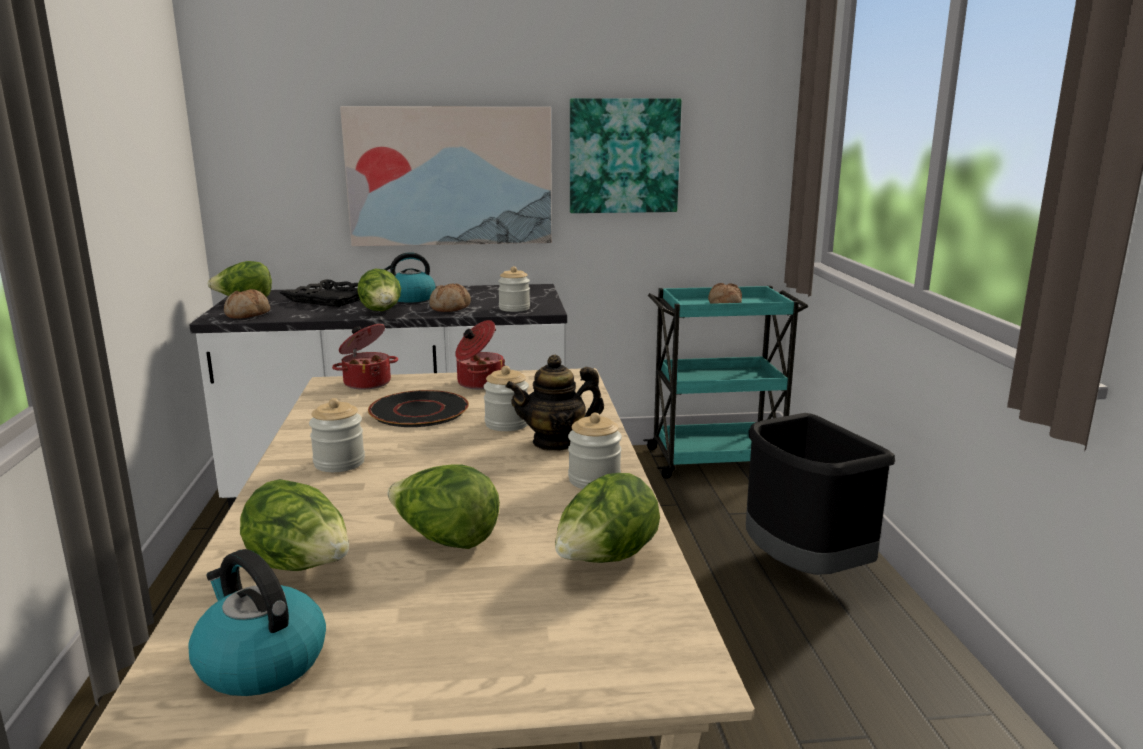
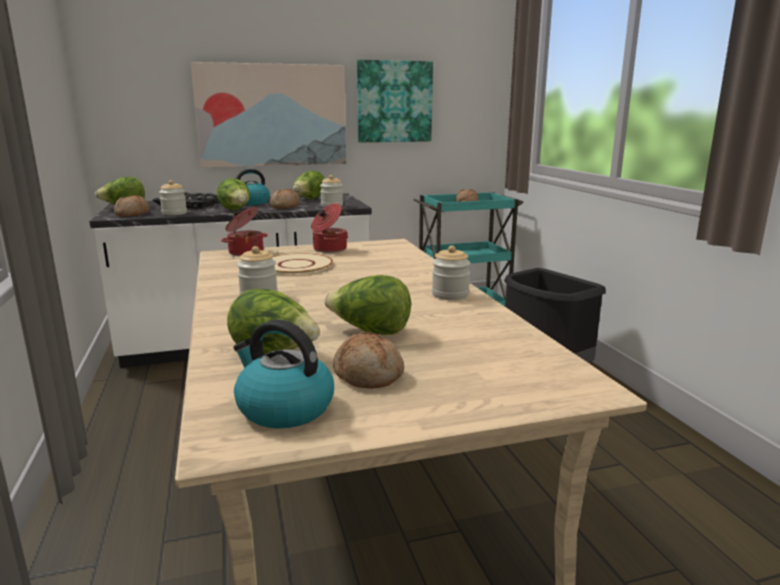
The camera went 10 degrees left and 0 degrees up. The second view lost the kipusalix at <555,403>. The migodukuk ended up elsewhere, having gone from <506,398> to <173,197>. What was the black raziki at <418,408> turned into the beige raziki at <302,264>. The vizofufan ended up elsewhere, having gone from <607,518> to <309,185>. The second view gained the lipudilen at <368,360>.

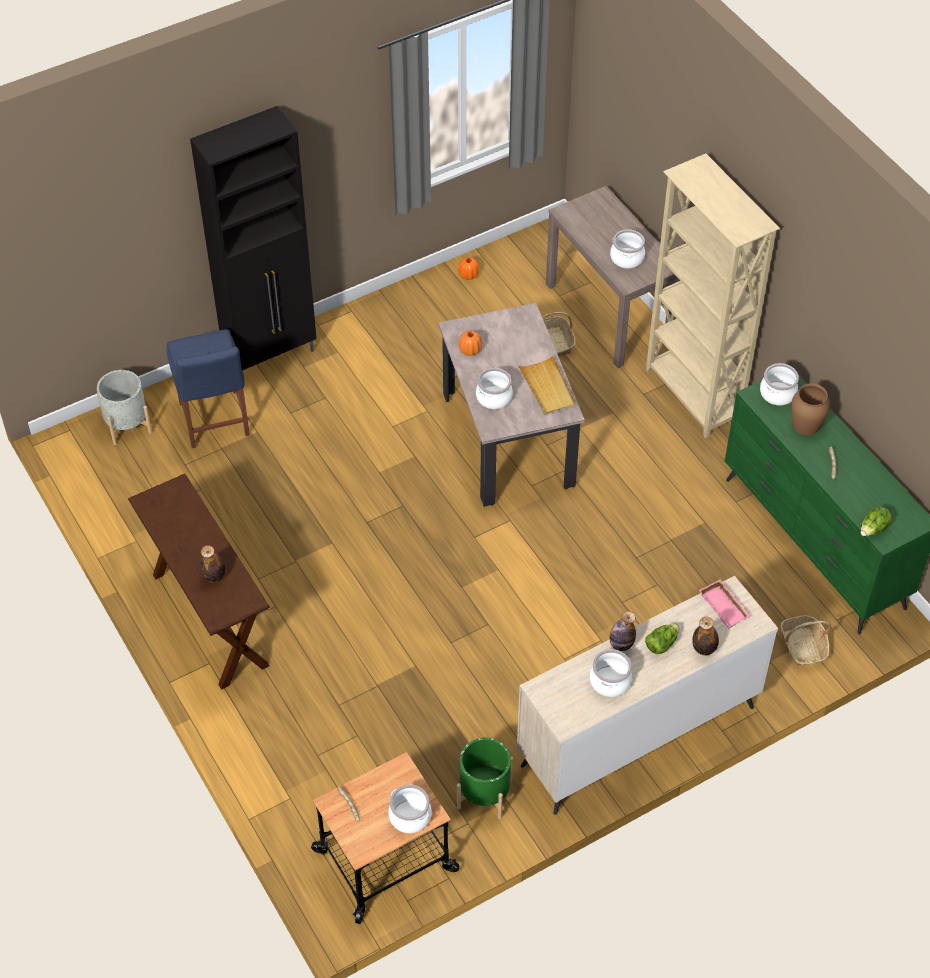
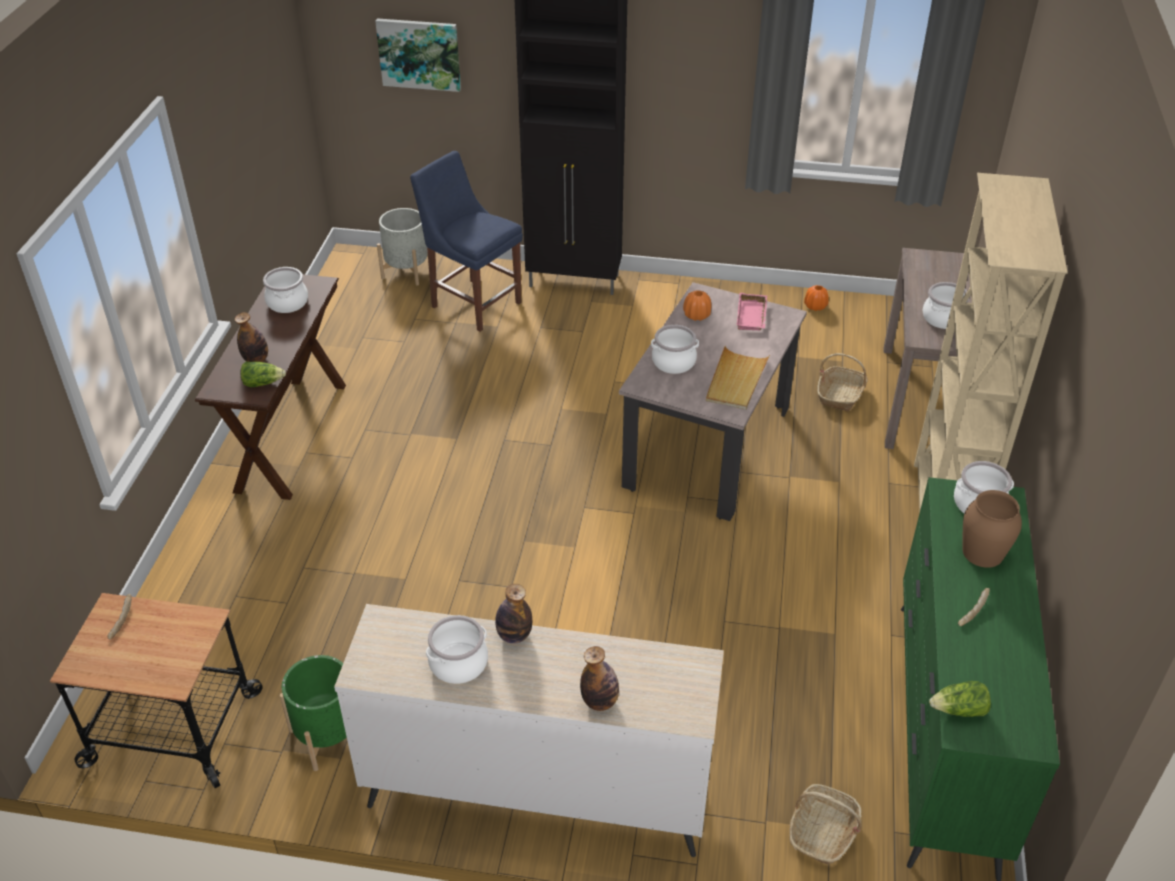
The camera went 40 degrees right and 10 degrees down. The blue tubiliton at <208,388> ended up facing another way, 105 degrees clockwise from before. The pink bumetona ended up elsewhere, having gone from <724,604> to <752,311>. The vizofufan ended up elsewhere, having gone from <662,639> to <263,374>. The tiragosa ended up elsewhere, having gone from <410,809> to <285,290>. The second view gained the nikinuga at <418,55>.

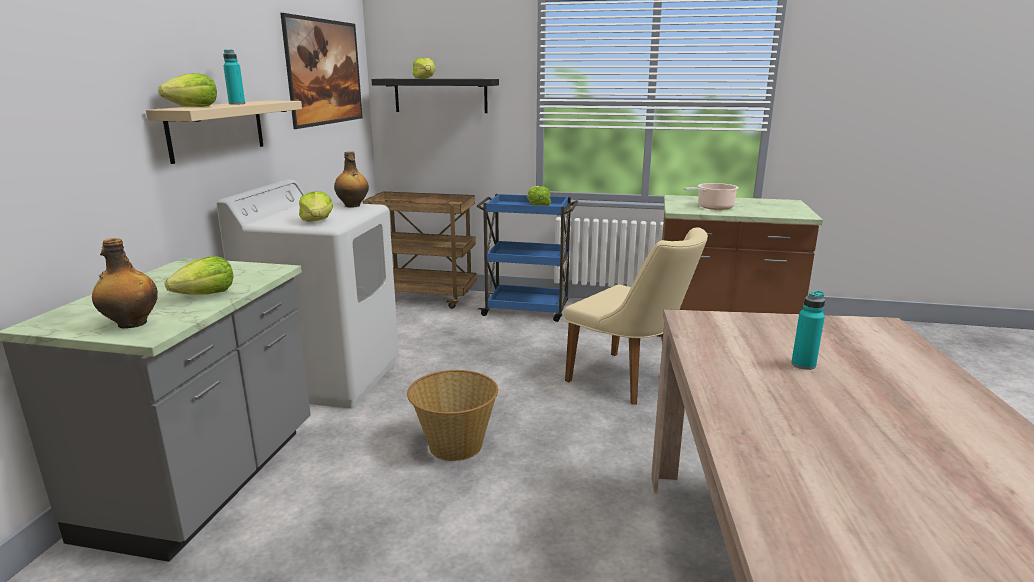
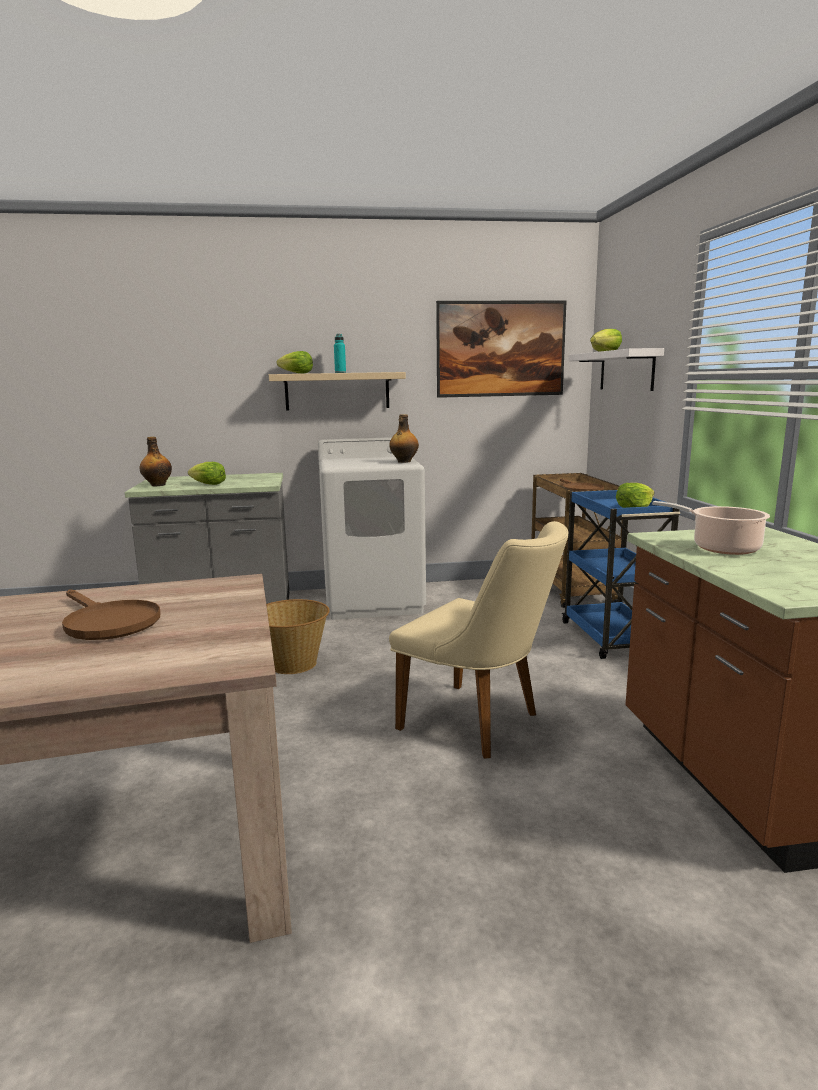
The camera went 70 degrees right and 5 degrees down. What was the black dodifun at <435,96> turned into the white dodifun at <616,369>. The second view lost the vizofufan at <316,206>. The beige tubiliton at <636,316> ended up facing another way, 75 degrees counterclockwise from before. Where the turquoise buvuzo stood at <808,330>, the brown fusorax came to stand at <111,615>.

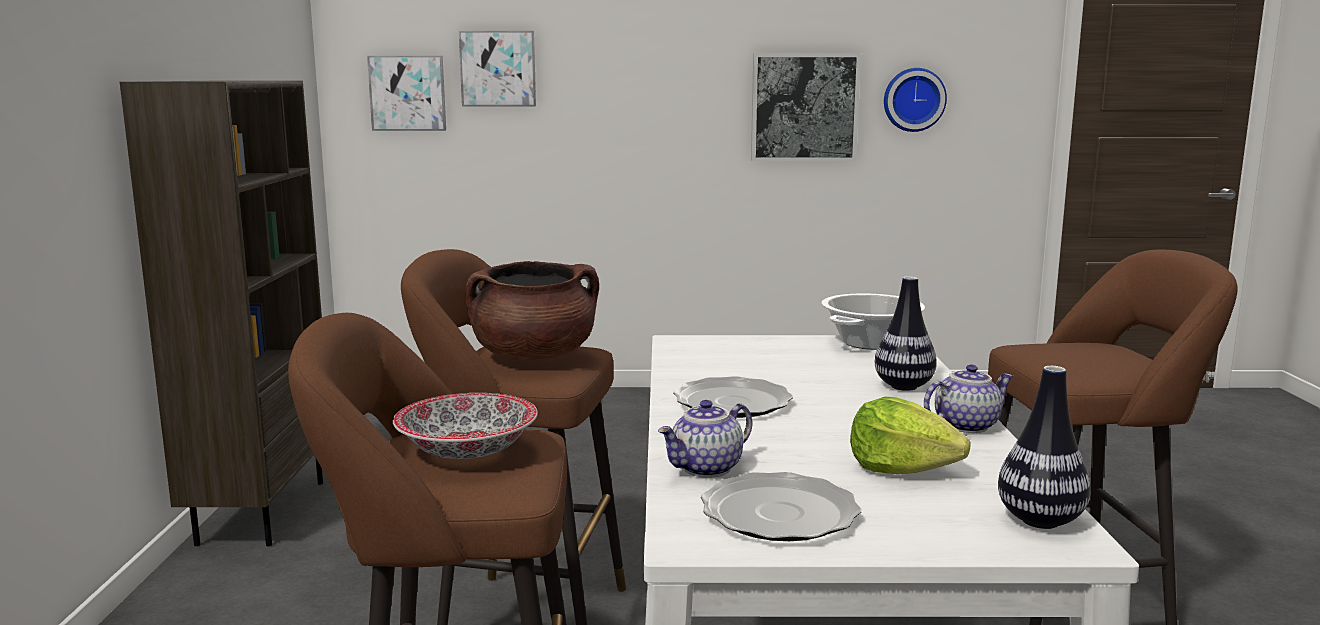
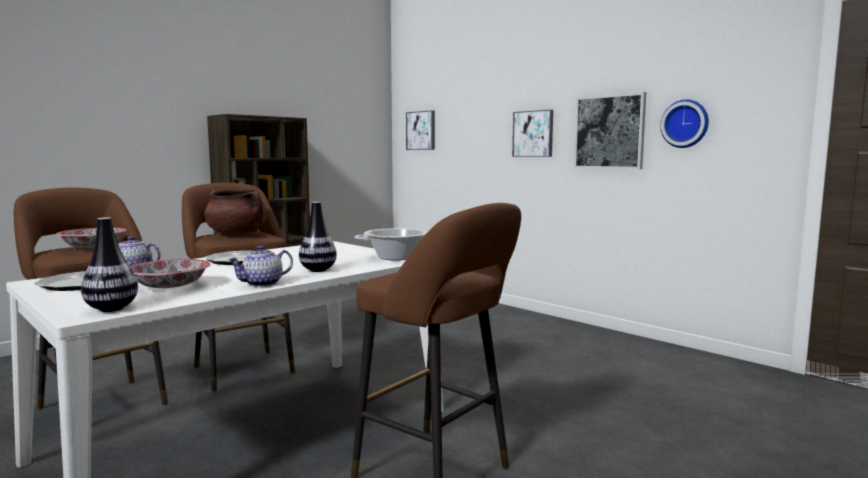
The camera went 45 degrees right and 5 degrees down. The nikinuga ended up elsewhere, having gone from <497,69> to <532,133>. The kipusalix at <968,398> ended up facing another way, 120 degrees clockwise from before. Where the vizofufan stood at <910,435>, the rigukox came to stand at <170,273>.

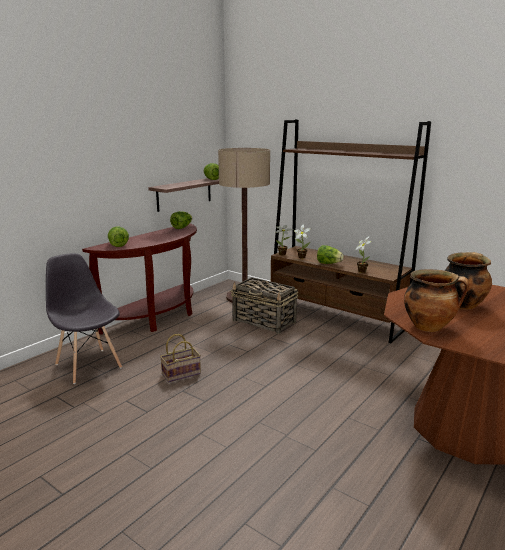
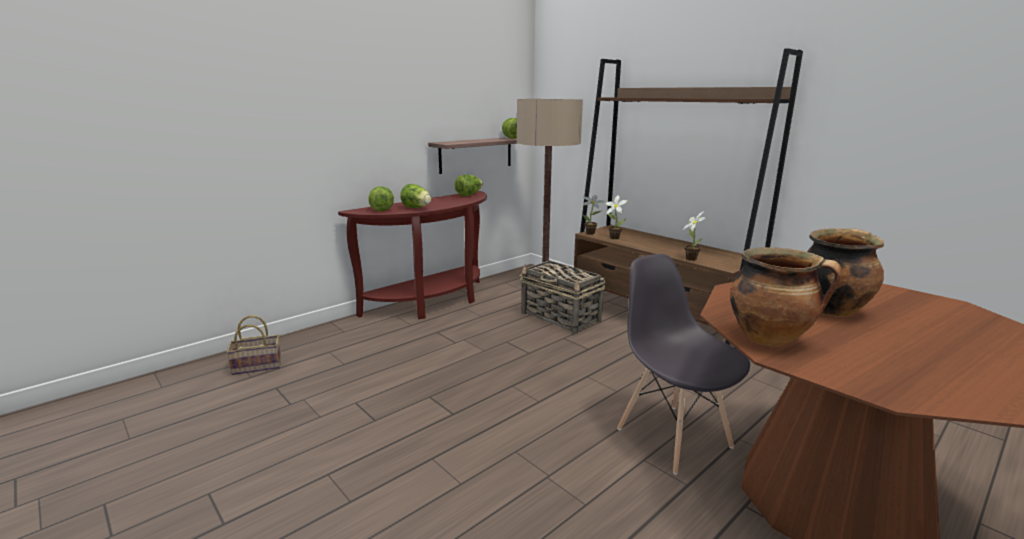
The camera went 10 degrees right and 0 degrees up. The vizofufan ended up elsewhere, having gone from <330,254> to <415,196>. The grey tubiliton ended up elsewhere, having gone from <84,318> to <683,364>. The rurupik ended up elsewhere, having gone from <180,358> to <253,345>.

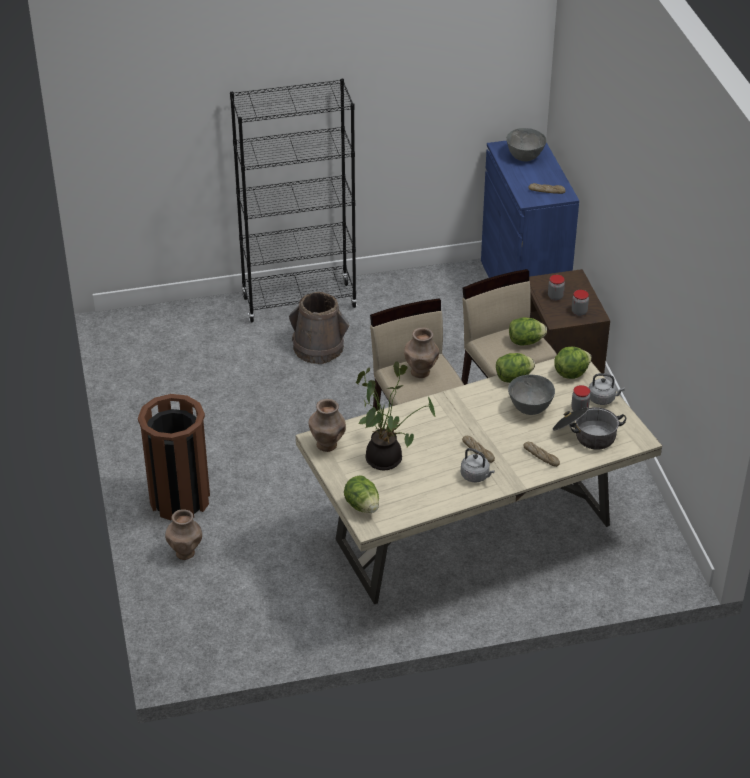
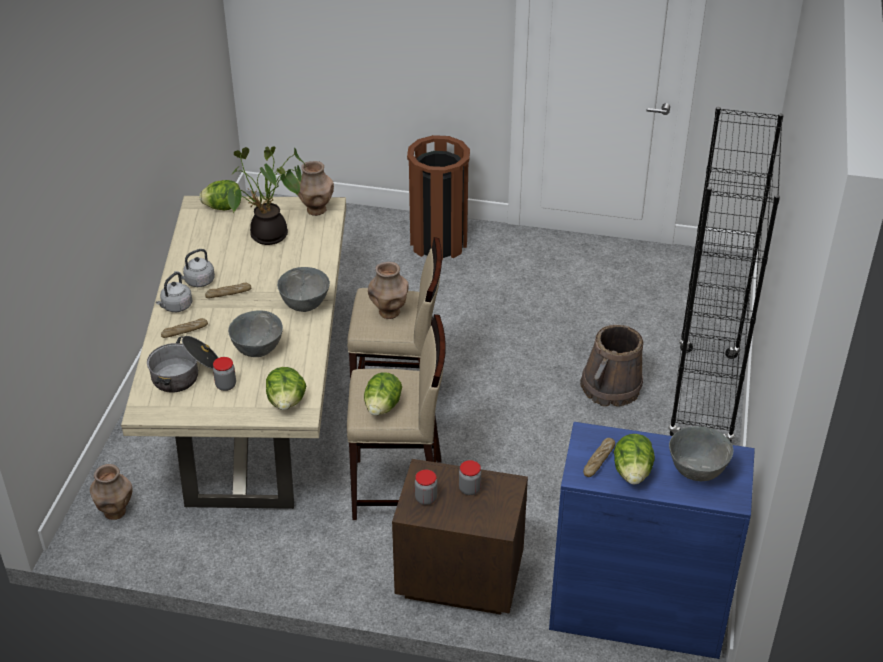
The camera went 115 degrees right and 0 degrees up. The vizofufan ended up elsewhere, having gone from <515,368> to <634,459>. The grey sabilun ended up elsewhere, having gone from <607,389> to <174,292>. The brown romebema ended up elsewhere, having gone from <183,534> to <111,492>. The second view gained the grey rigukox at <303,289>.

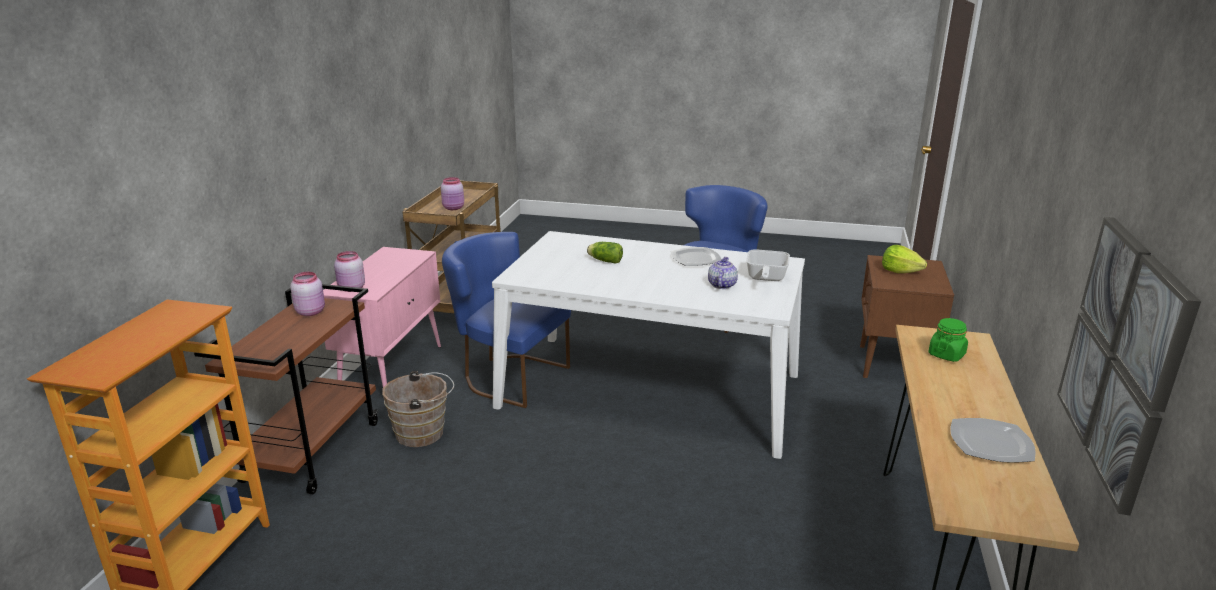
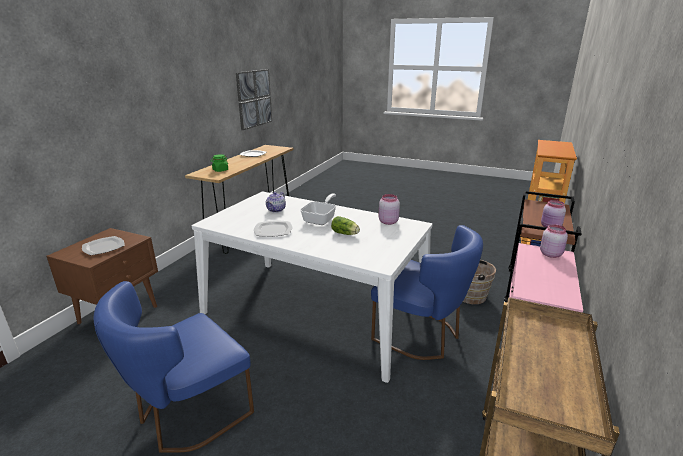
The camera went 170 degrees left and 0 degrees up. The pink migodukuk ended up elsewhere, having gone from <452,193> to <389,209>. Where the vizofufan stood at <904,259>, the raziki came to stand at <103,245>. The fusorax ended up elsewhere, having gone from <768,265> to <318,209>.

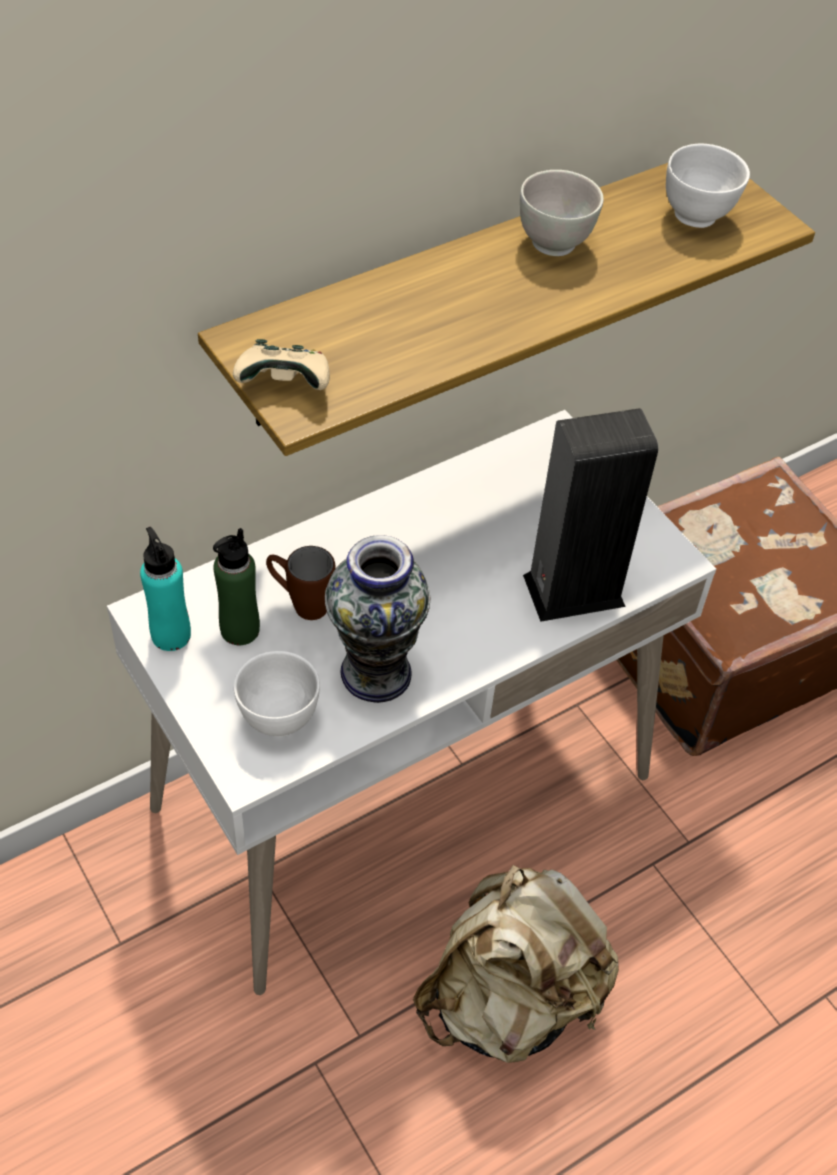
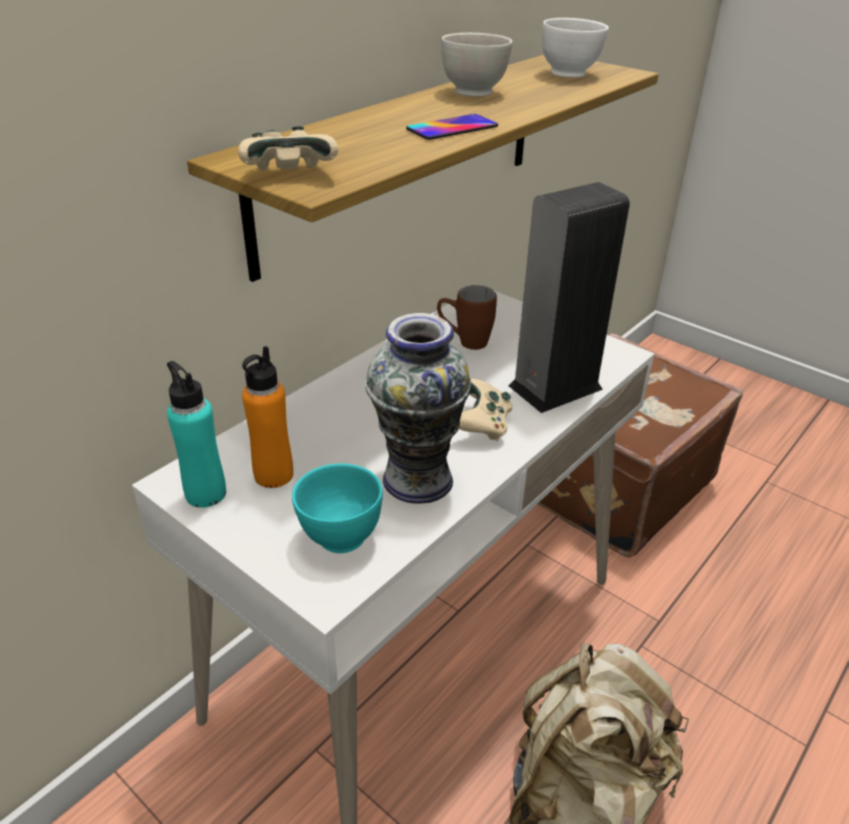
The camera went 15 degrees left and 15 degrees down. What was the green buvuzo at <236,586> turned into the orange buvuzo at <267,417>. The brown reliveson ended up elsewhere, having gone from <301,583> to <467,317>. What was the white rigukox at <277,694> turned into the turquoise rigukox at <337,508>. The second view gained the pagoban at <452,127>. The second view gained the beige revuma at <485,410>.

